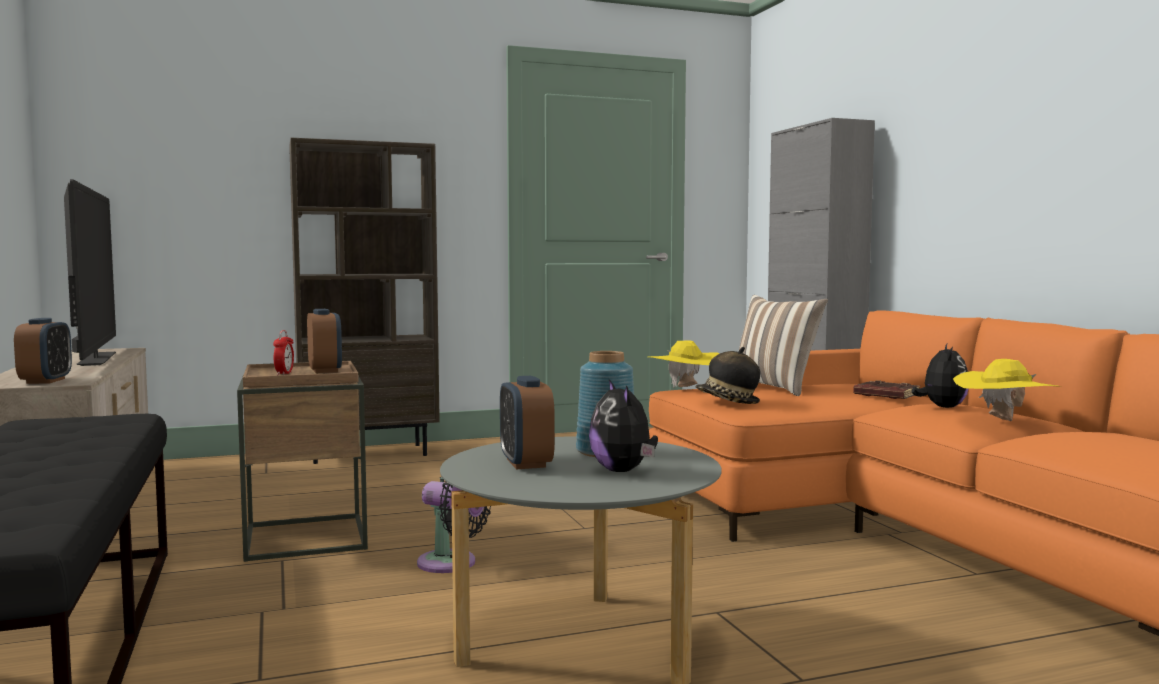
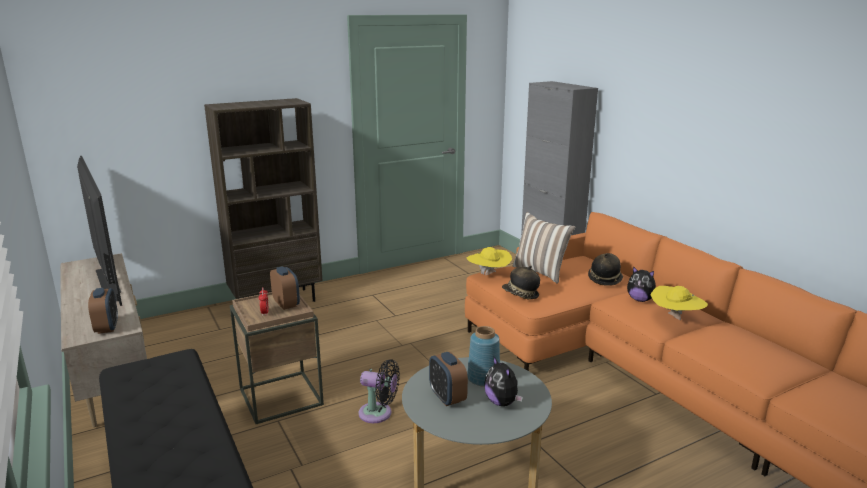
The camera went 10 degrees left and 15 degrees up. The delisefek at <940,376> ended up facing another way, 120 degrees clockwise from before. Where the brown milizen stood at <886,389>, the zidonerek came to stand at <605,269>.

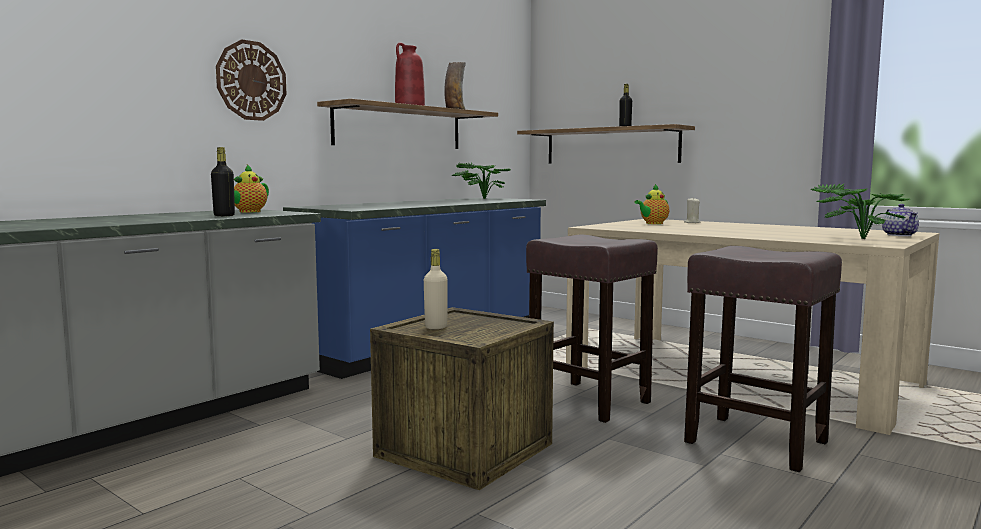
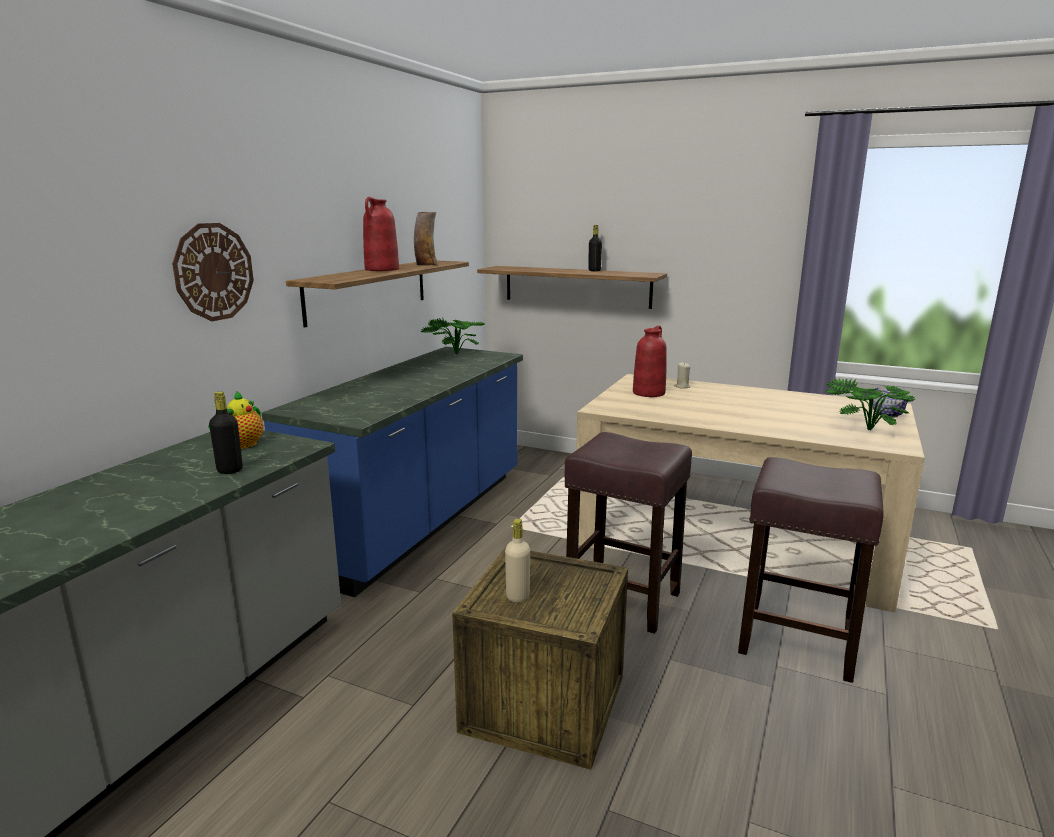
The camera went 15 degrees left and 10 degrees up. Where the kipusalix stood at <652,204>, the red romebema came to stand at <650,361>.

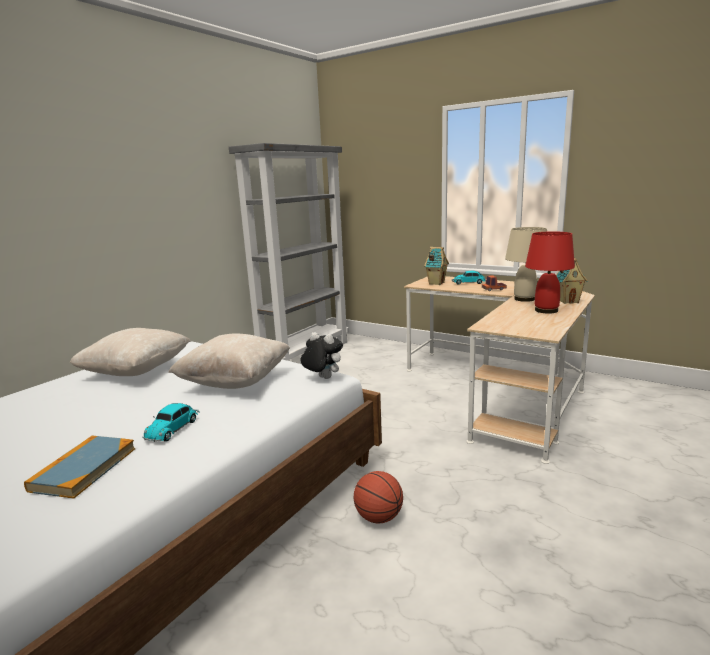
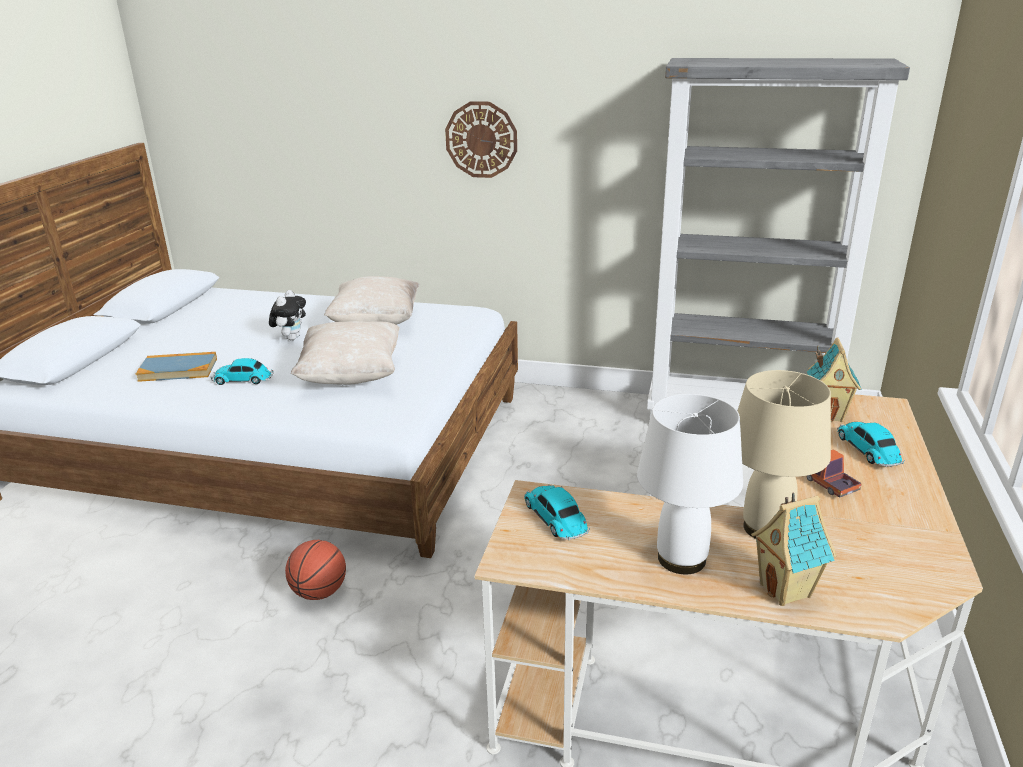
The camera went 70 degrees right and 10 degrees up. What was the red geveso at <550,272> turned into the white geveso at <690,484>. The delisefek ended up elsewhere, having gone from <322,355> to <287,315>. The second view gained the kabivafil at <481,139>. The second view gained the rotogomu at <557,512>.

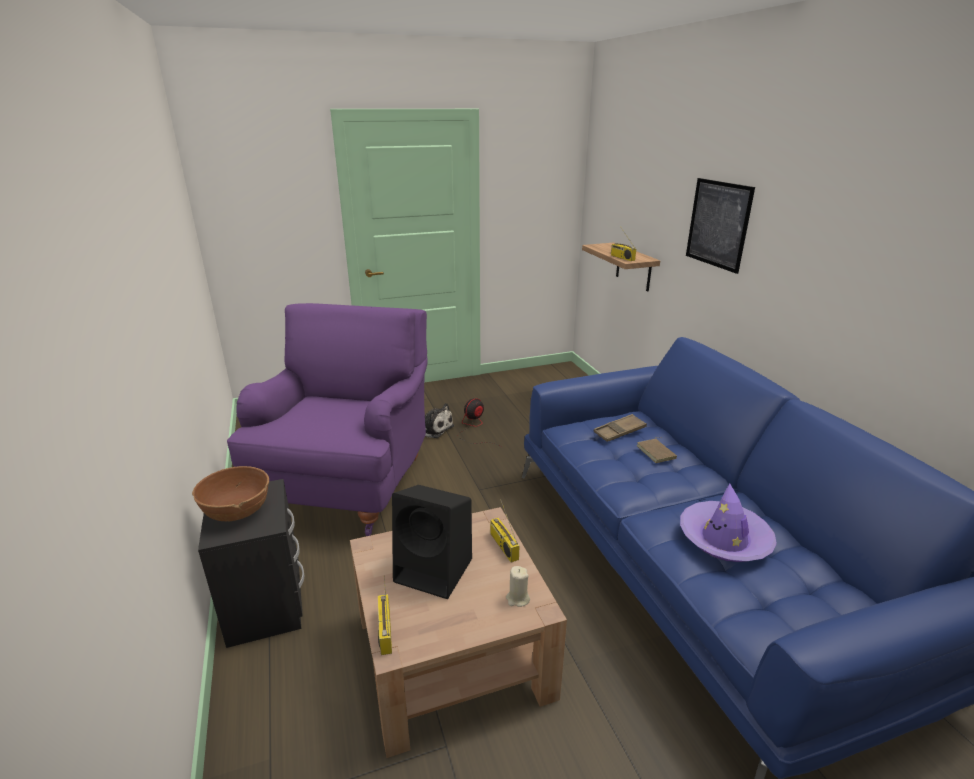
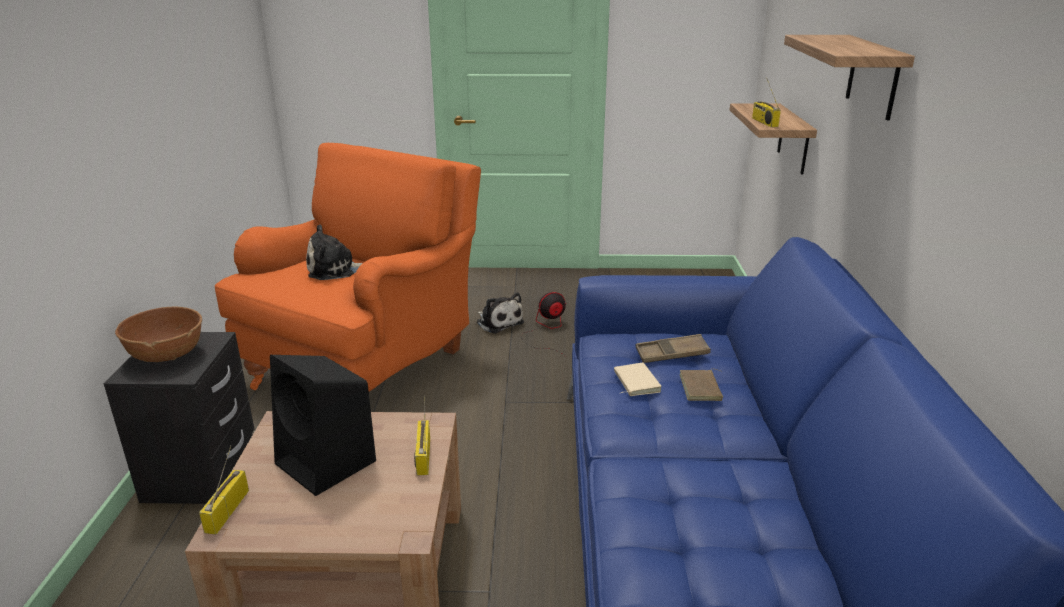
The camera went 20 degrees right and 0 degrees up. Where the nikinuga hung at <720,226>, the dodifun came to hang at <849,77>. What was the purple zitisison at <327,419> turned into the orange zitisison at <348,267>. The second view lost the purple zidonerek at <728,522>. The second view lost the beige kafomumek at <518,586>. The second view gained the delisefek at <334,252>. The second view gained the beige milizen at <638,379>.

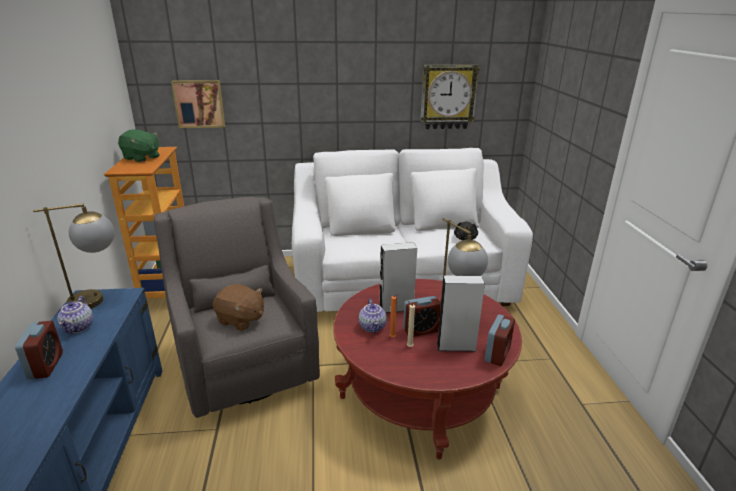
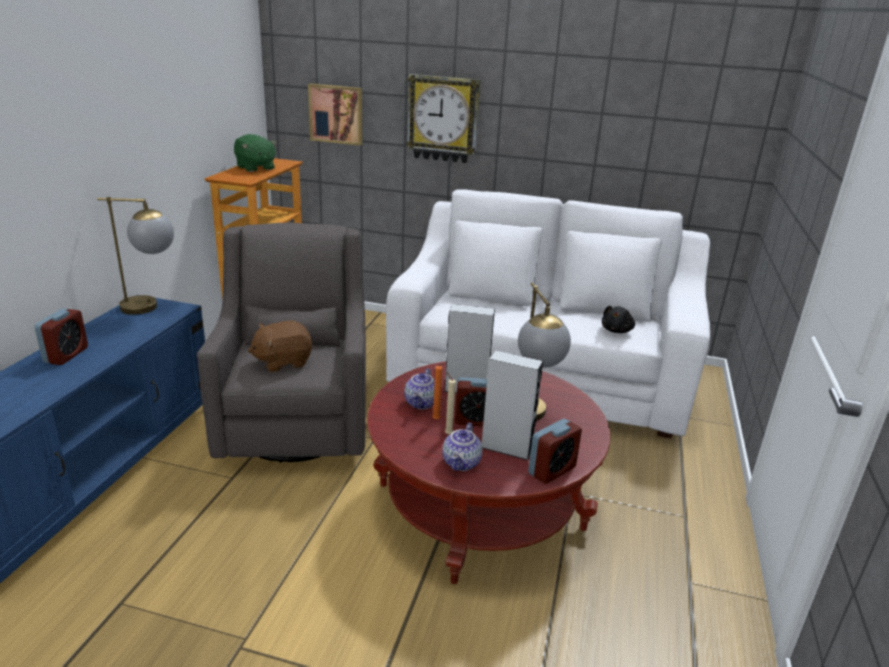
The camera went 20 degrees right and 0 degrees up. The kabivafil ended up elsewhere, having gone from <450,97> to <443,118>. The brown delisefek at <238,307> ended up facing another way, 105 degrees clockwise from before. The kipusalix ended up elsewhere, having gone from <75,315> to <462,447>.

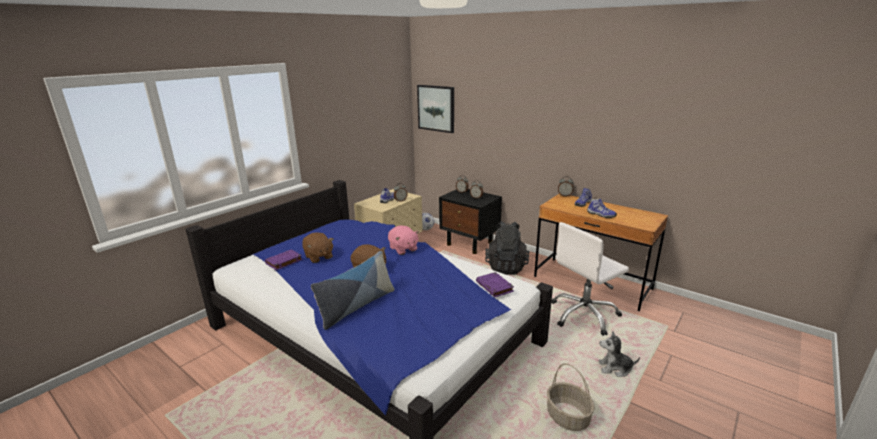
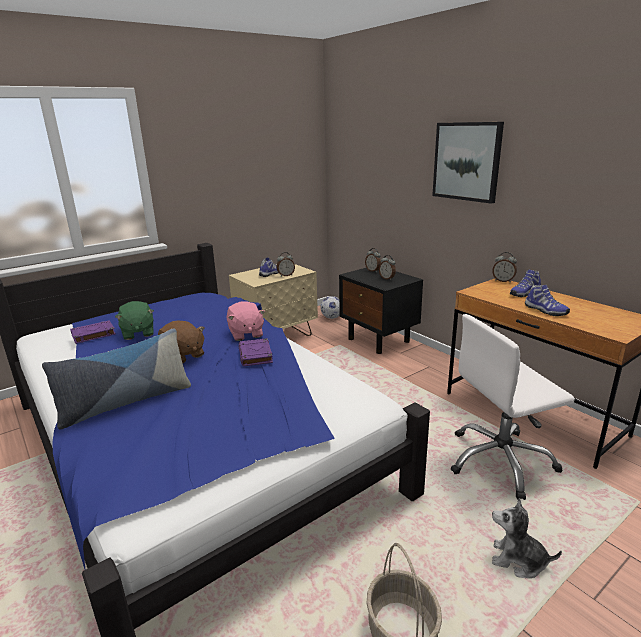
The camera went 15 degrees right and 0 degrees up. The nikinuga ended up elsewhere, having gone from <435,109> to <468,163>. The second view lost the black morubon at <507,248>. What was the brown delisefek at <318,247> turned into the green delisefek at <134,320>. The purple milizen ended up elsewhere, having gone from <495,284> to <256,352>.

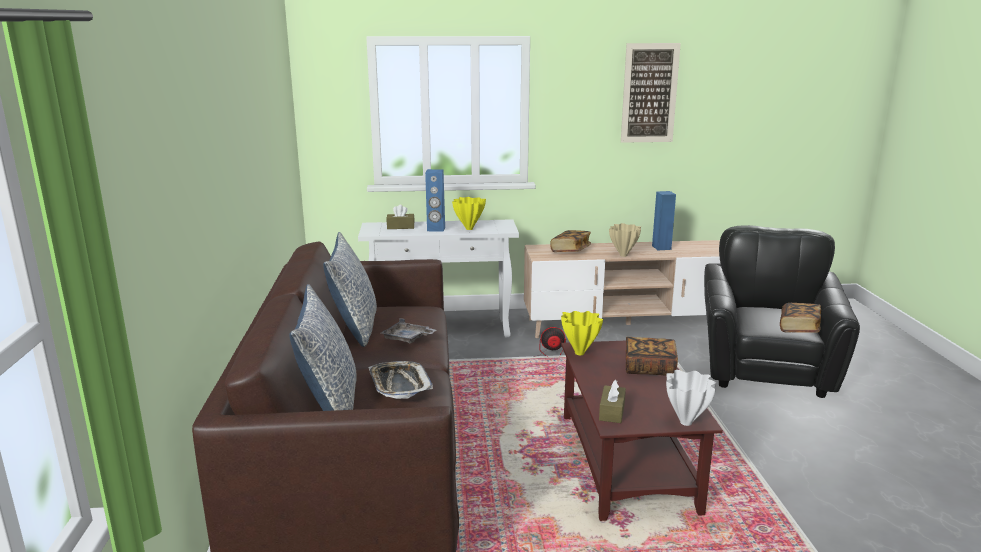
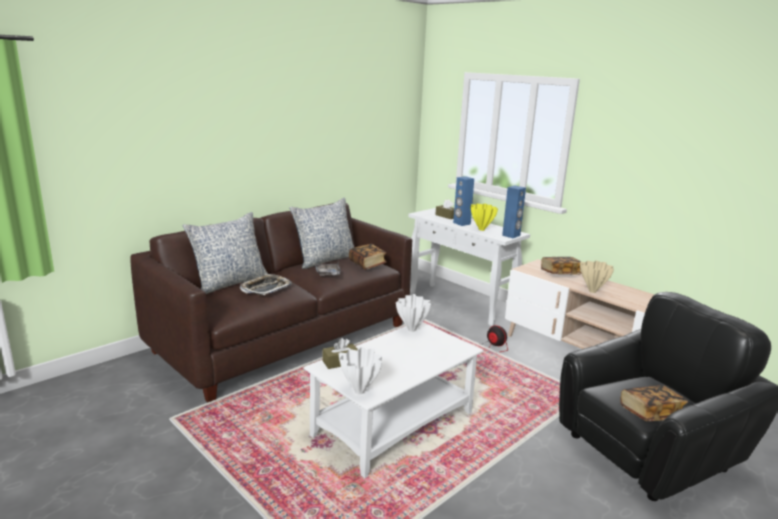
The camera went 50 degrees right and 0 degrees up. The second view lost the nikinuga at <651,93>. The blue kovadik ended up elsewhere, having gone from <664,220> to <514,211>. What was the yellow romebema at <582,333> turned into the white romebema at <413,313>. The milizen ended up elsewhere, having gone from <652,356> to <368,257>. What was the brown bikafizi at <642,431> turned into the white bikafizi at <393,400>.

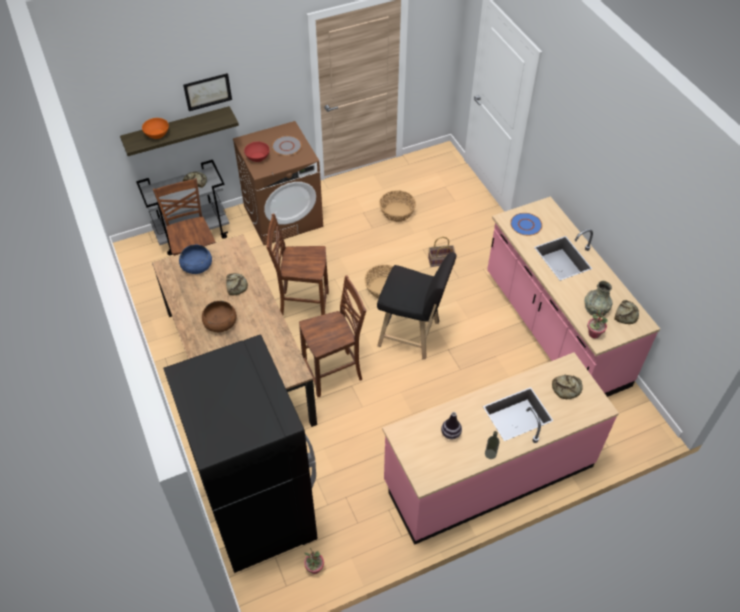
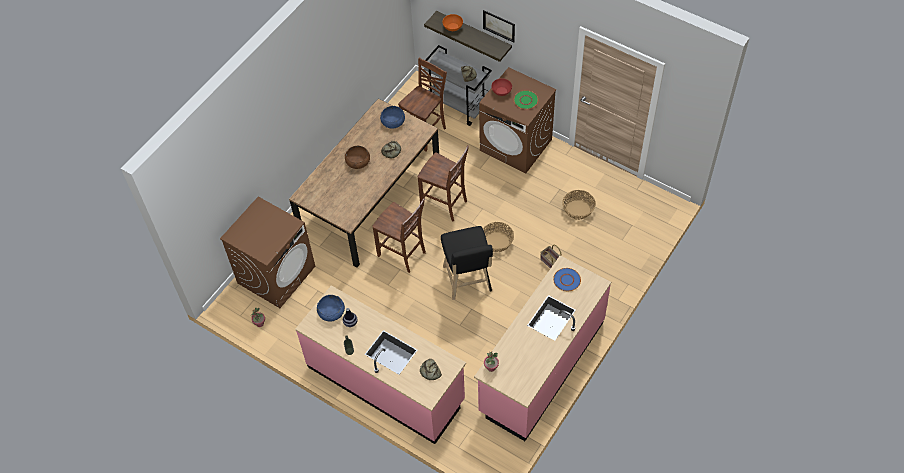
The camera went 60 degrees right and 5 degrees up. What was the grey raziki at <287,146> turned into the green raziki at <526,99>. The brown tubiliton at <297,264> ended up facing another way, 150 degrees clockwise from before. The second view lost the grey romebema at <599,298>. The second view lost the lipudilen at <626,312>. Where the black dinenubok stood at <240,454>, the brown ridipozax came to stand at <267,252>. The second view gained the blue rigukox at <331,308>.

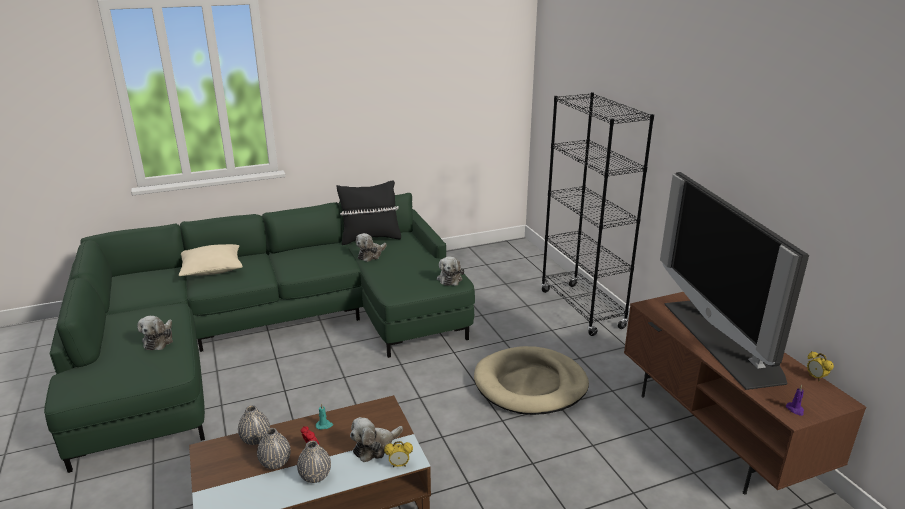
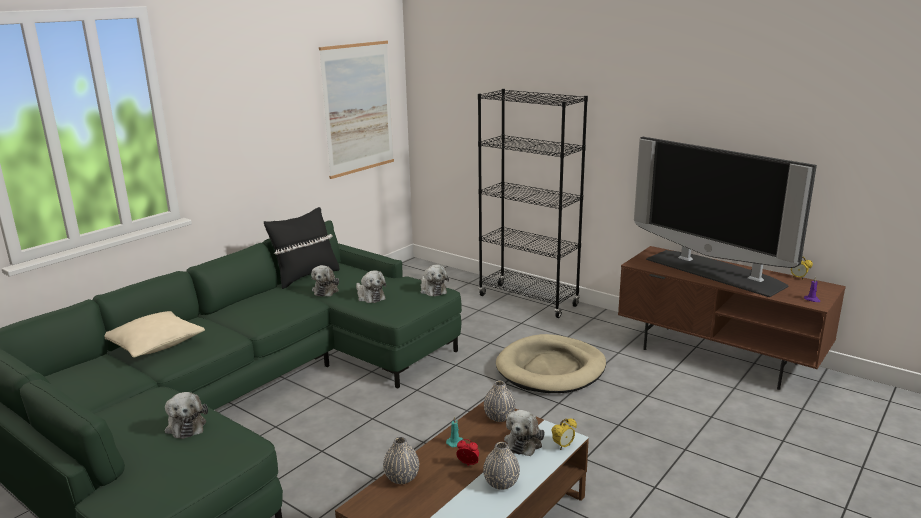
The camera went 30 degrees left and 5 degrees down. The grey romebema ended up elsewhere, having gone from <274,448> to <499,401>. The second view gained the nikinuga at <356,110>. The second view gained the delisefek at <371,286>.

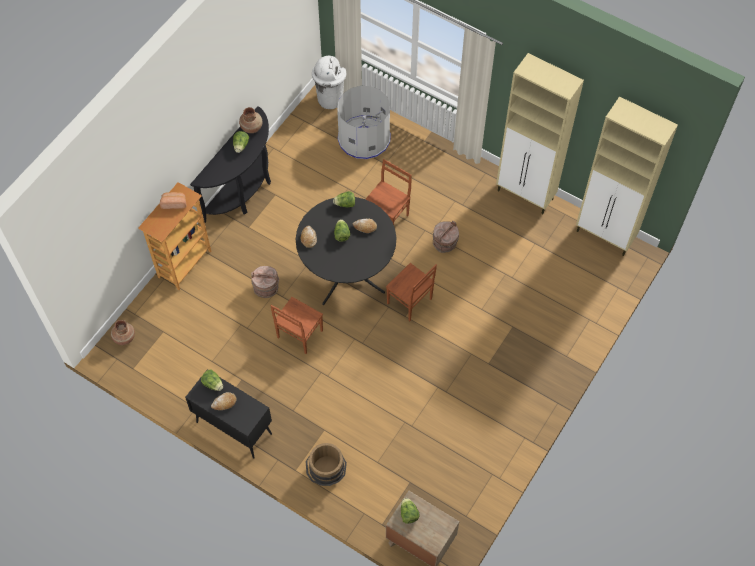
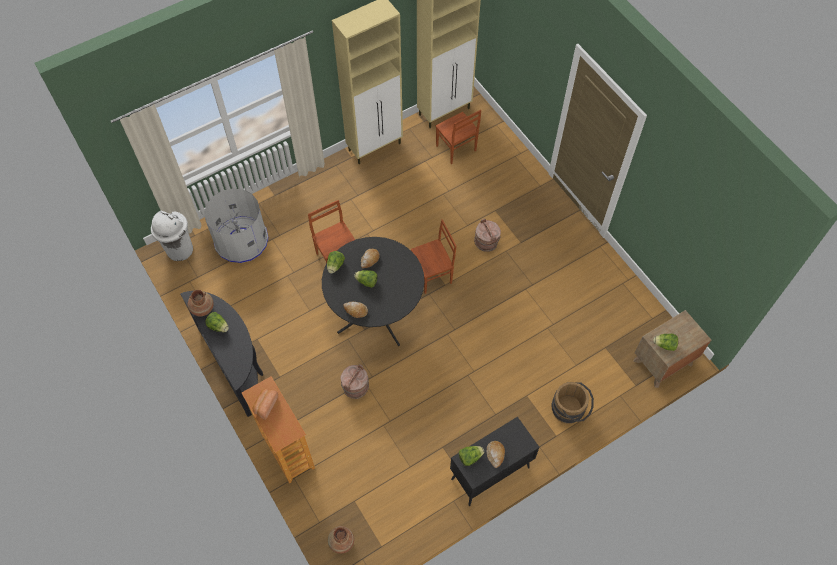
The camera went 65 degrees left and 0 degrees up. The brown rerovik ended up elsewhere, having gone from <446,237> to <487,235>. The brown tubiliton ended up elsewhere, having gone from <296,325> to <458,137>.

